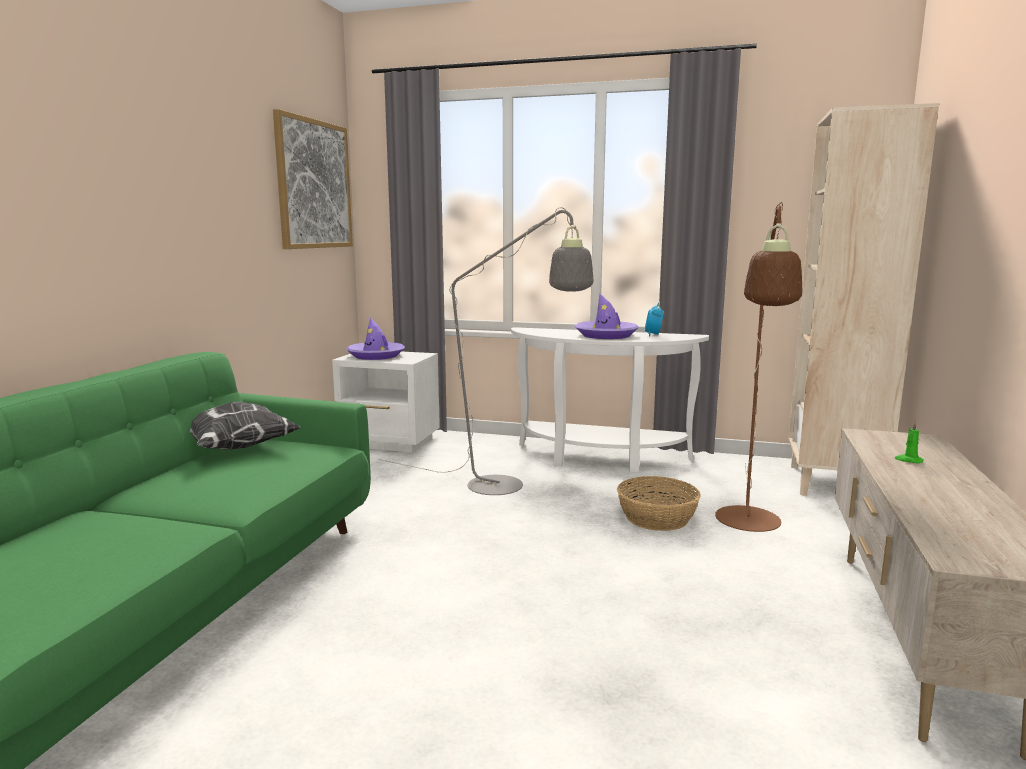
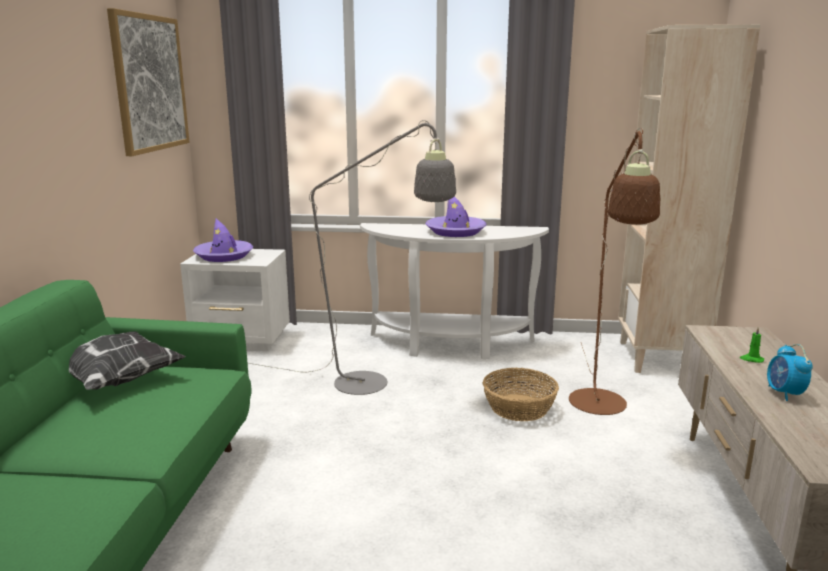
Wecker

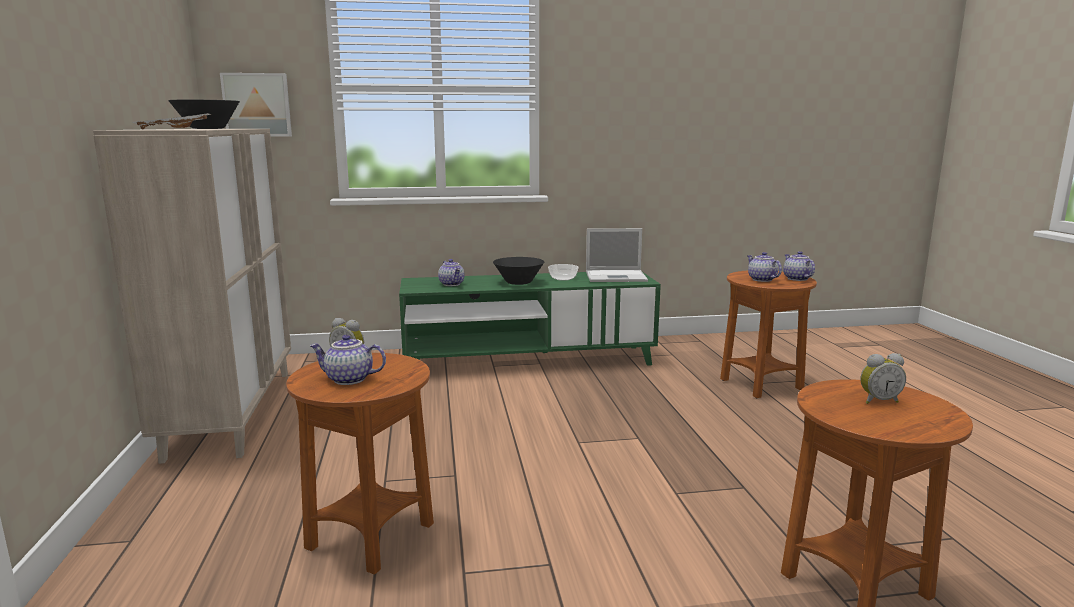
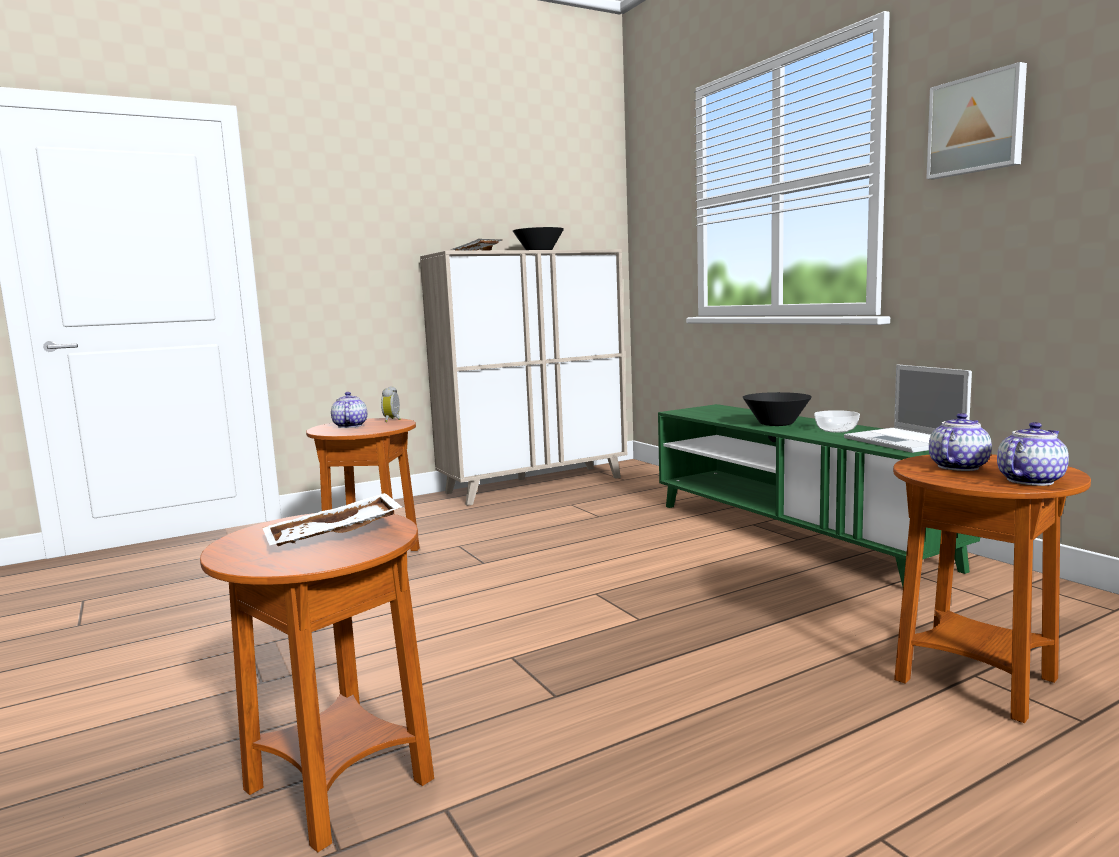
Bild
Teekanne (no. 2 from left in the first image)
Tablett [weiß] (no. 1 from left)

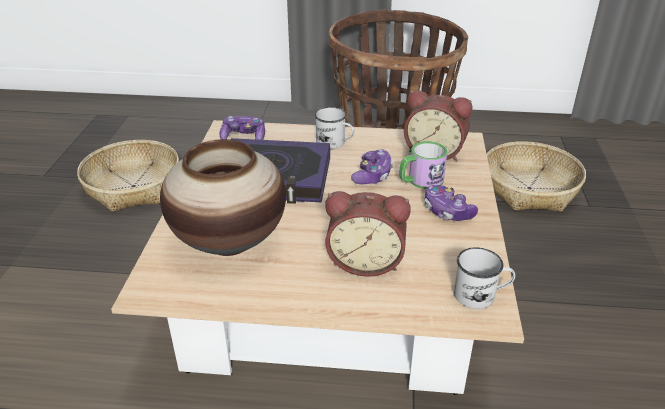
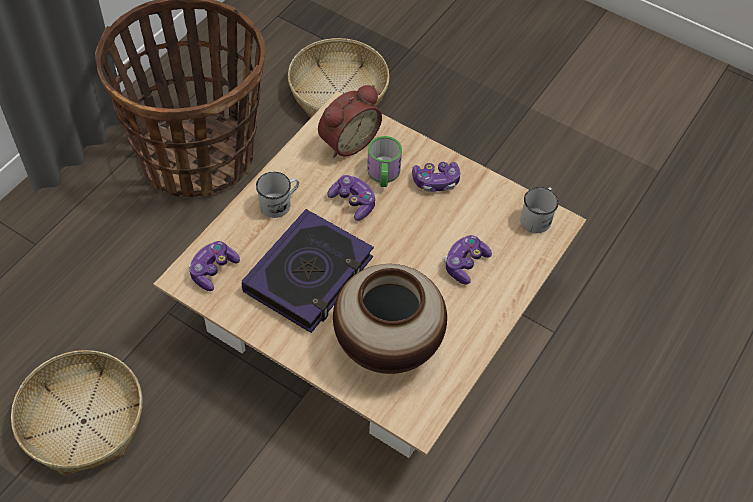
Gamepad (no. 4 from left)

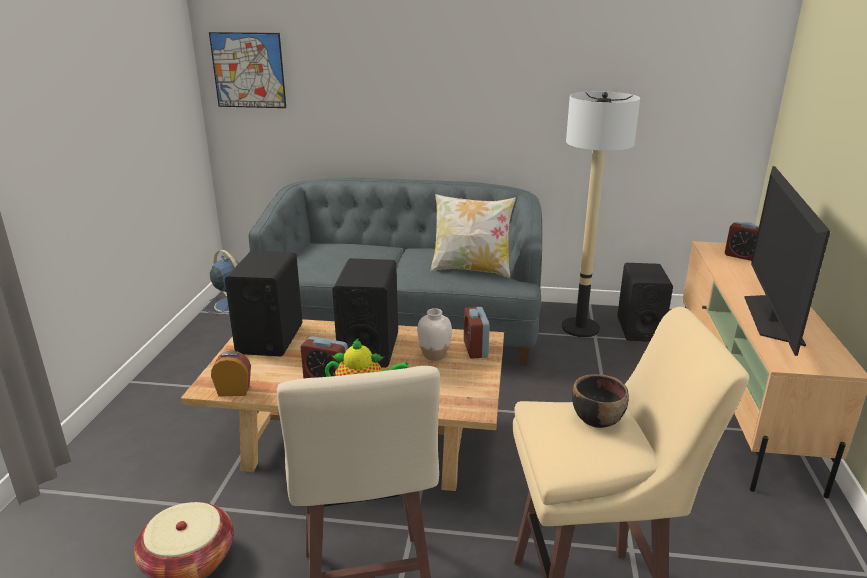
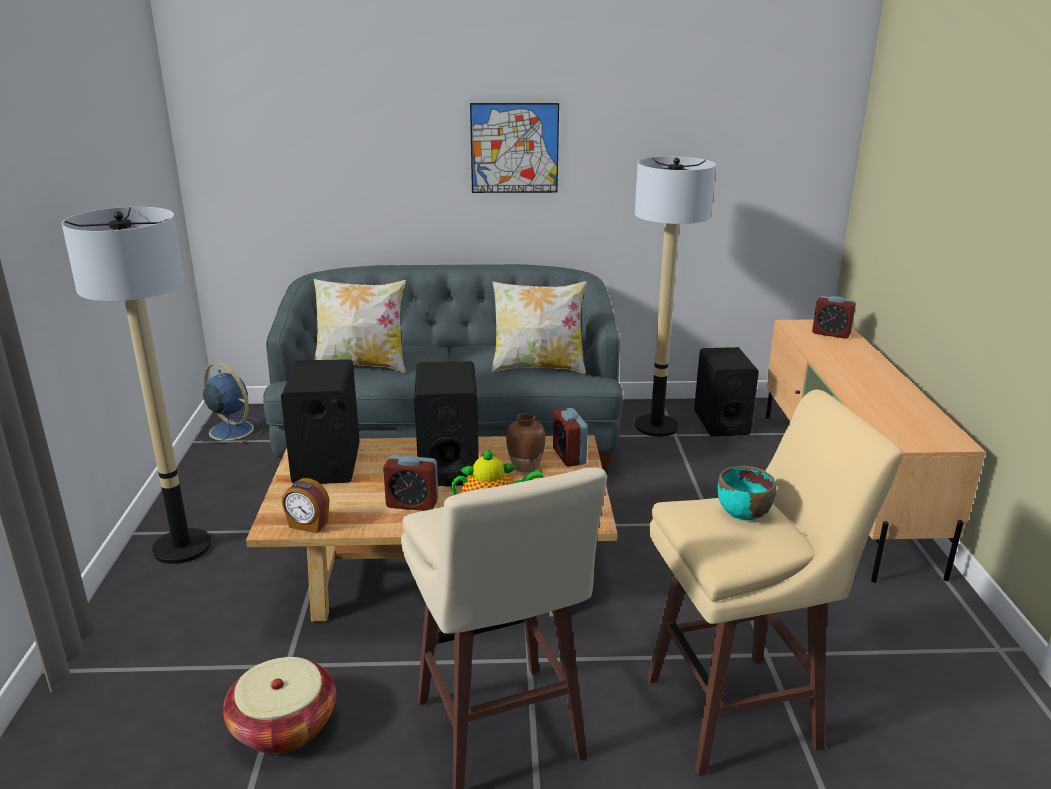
Bild
Fernseher
Vase [braun]
Wecker (no. 1 from left)
Schüssel [türkis]
Stehlampe (no. 1 from left)
Kissen (no. 1 from left)

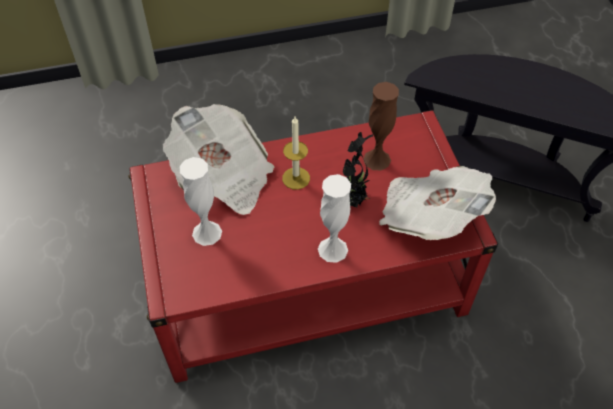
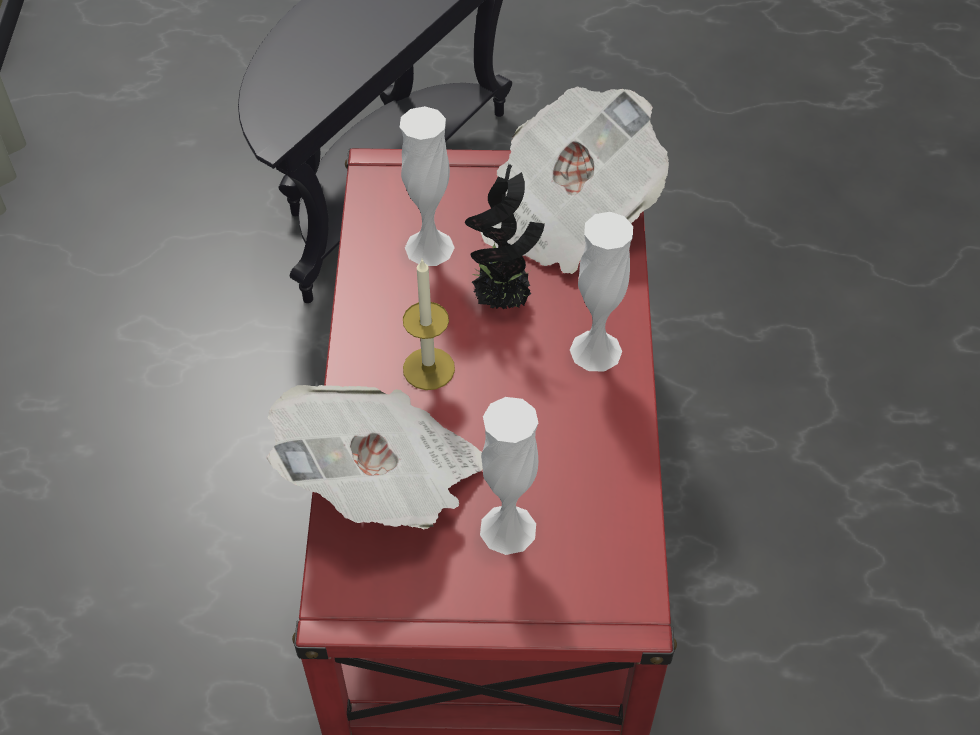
Vase [weiß] (no. 1 from left)

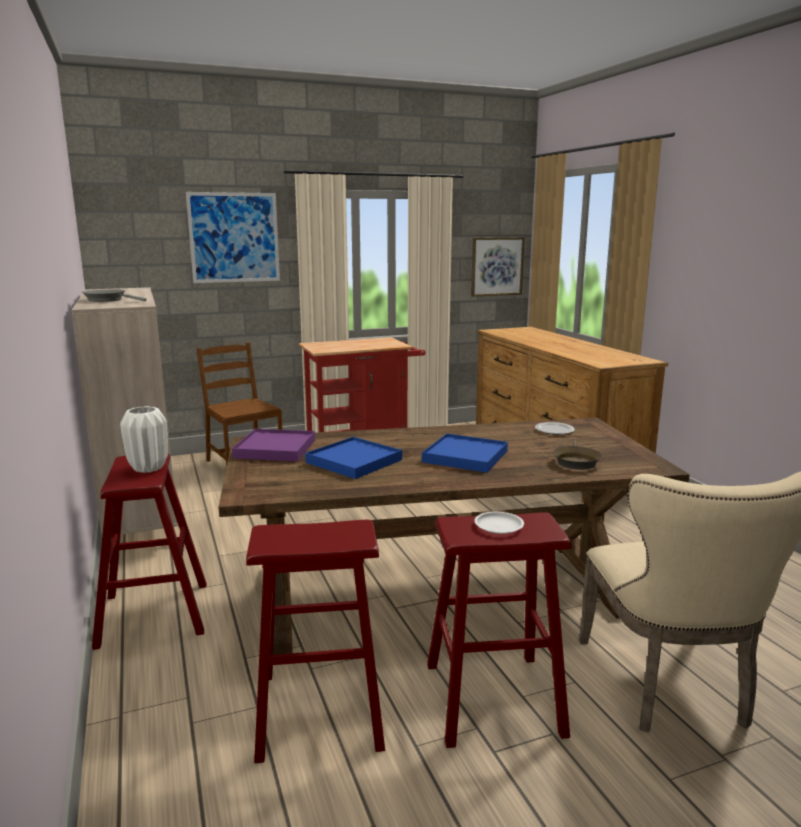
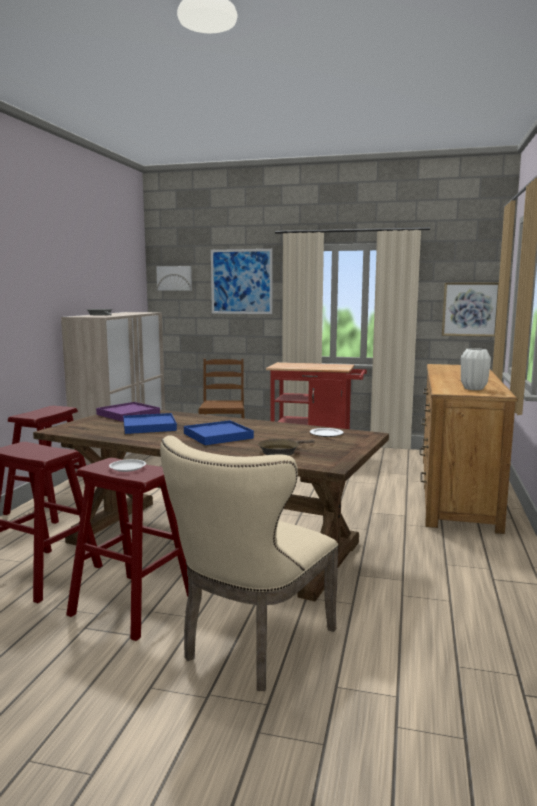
Vase [weiß]
Bild (no. 1 from left)

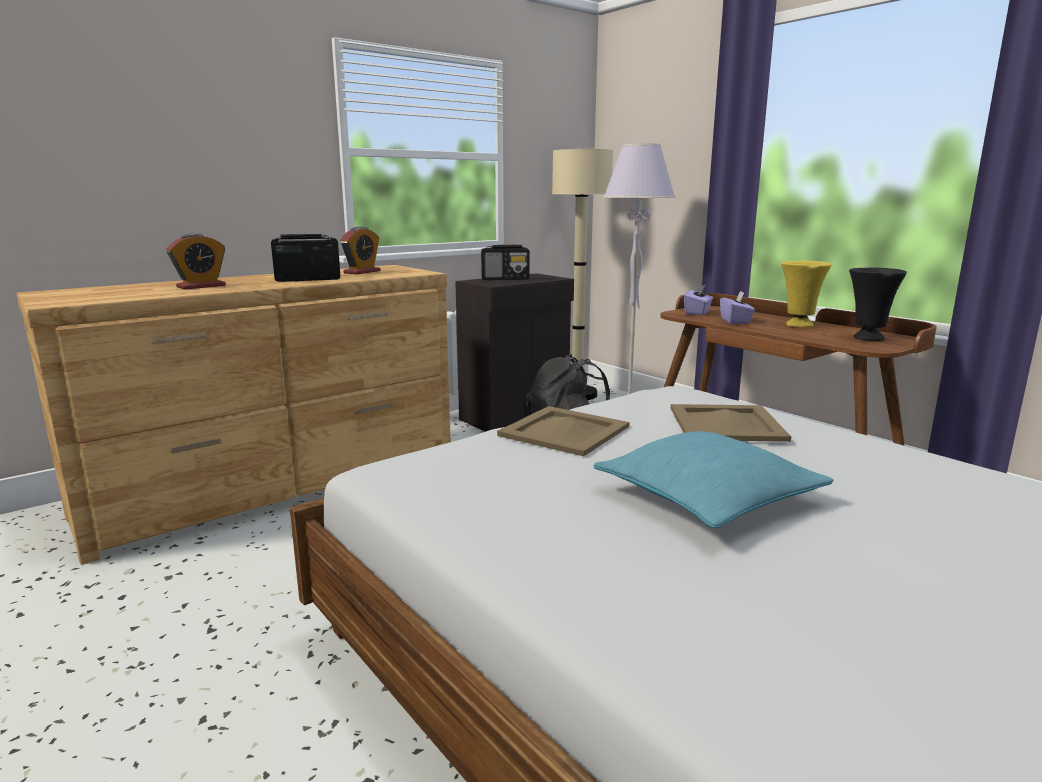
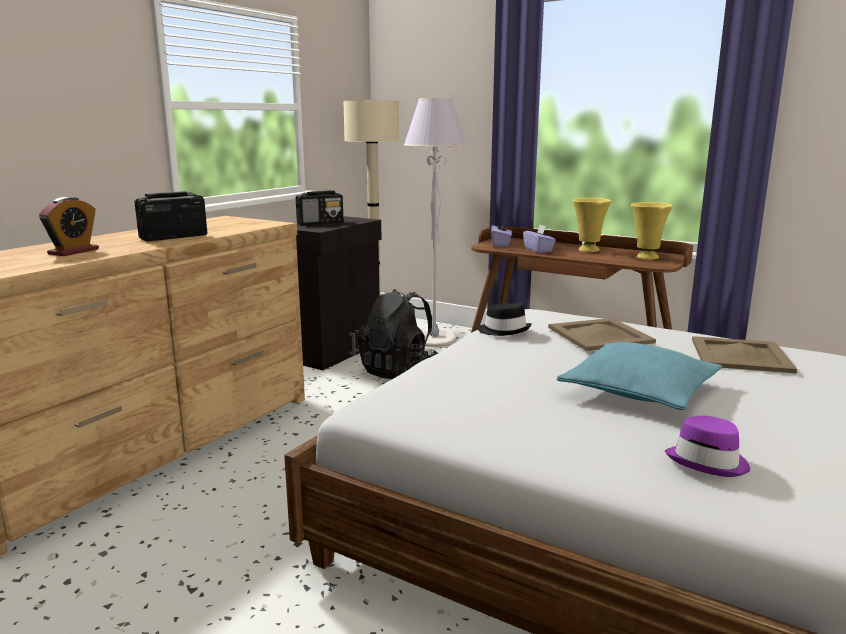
Wecker (no. 2 from left in the first image)
Vase [gelb] (no. 2 from left)
Tablett [beige] (no. 2 from left)
Hut [schwarz]
Hut [lila]

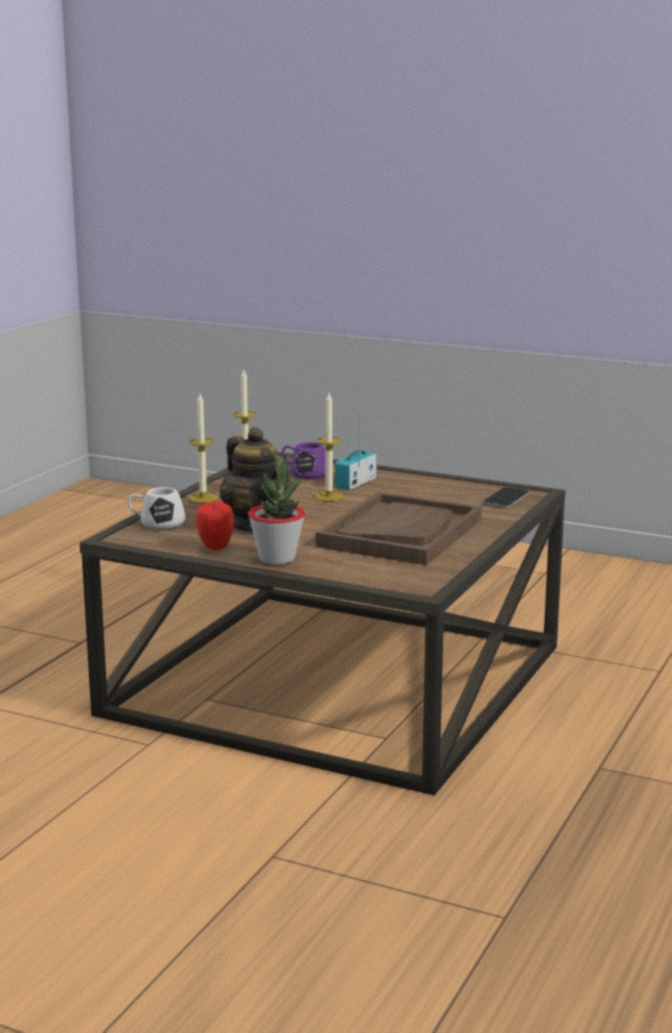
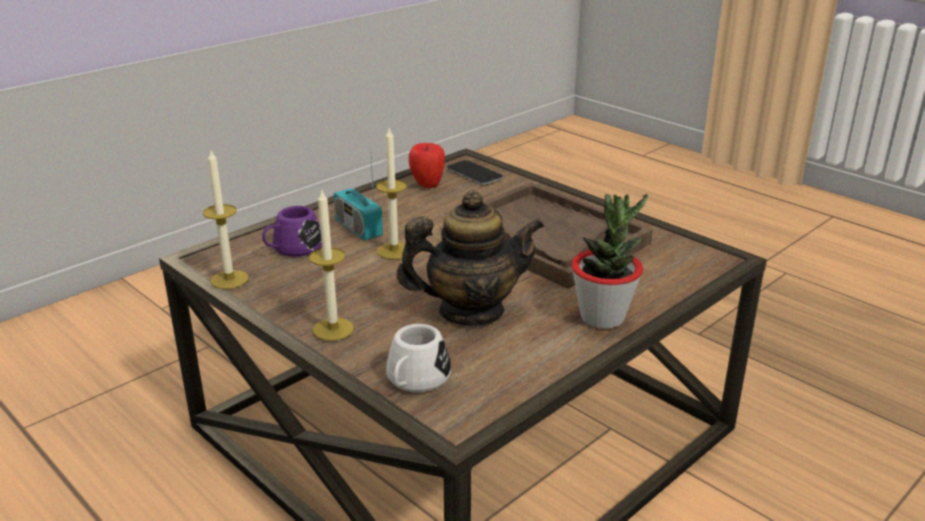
Apfel

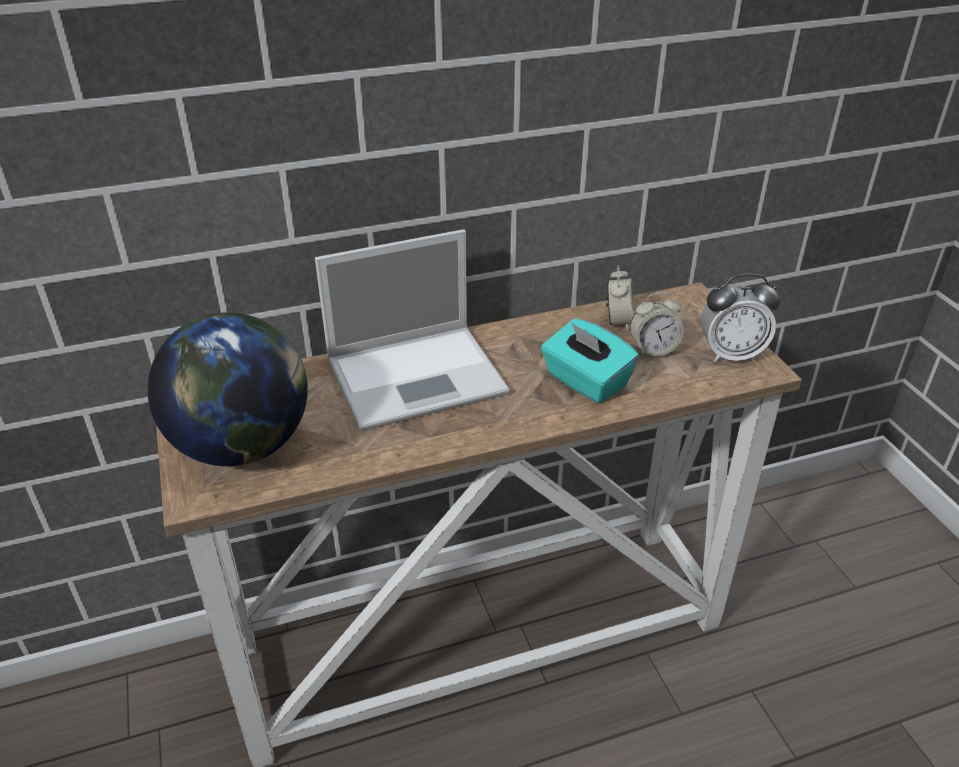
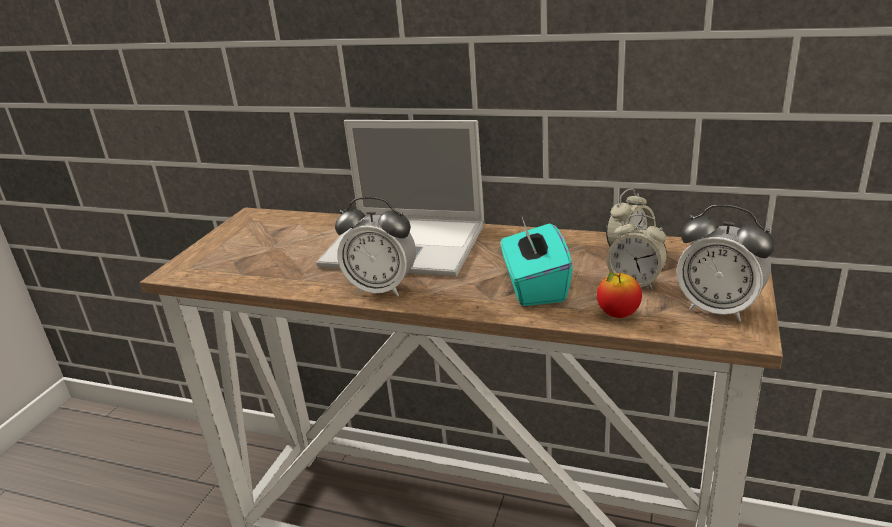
Globus
Wecker (no. 1 from left)
Apfel

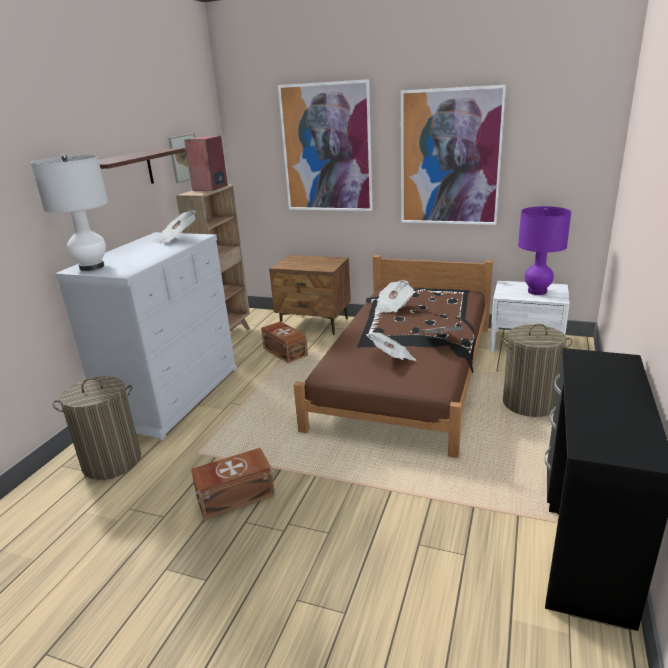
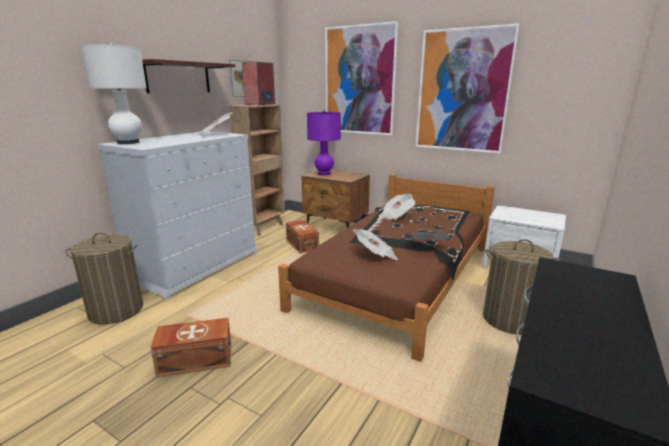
Tischlampe [lila]

